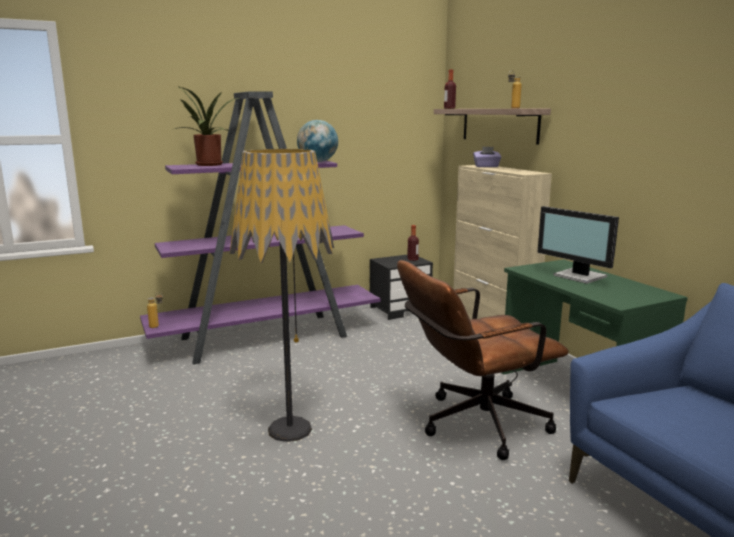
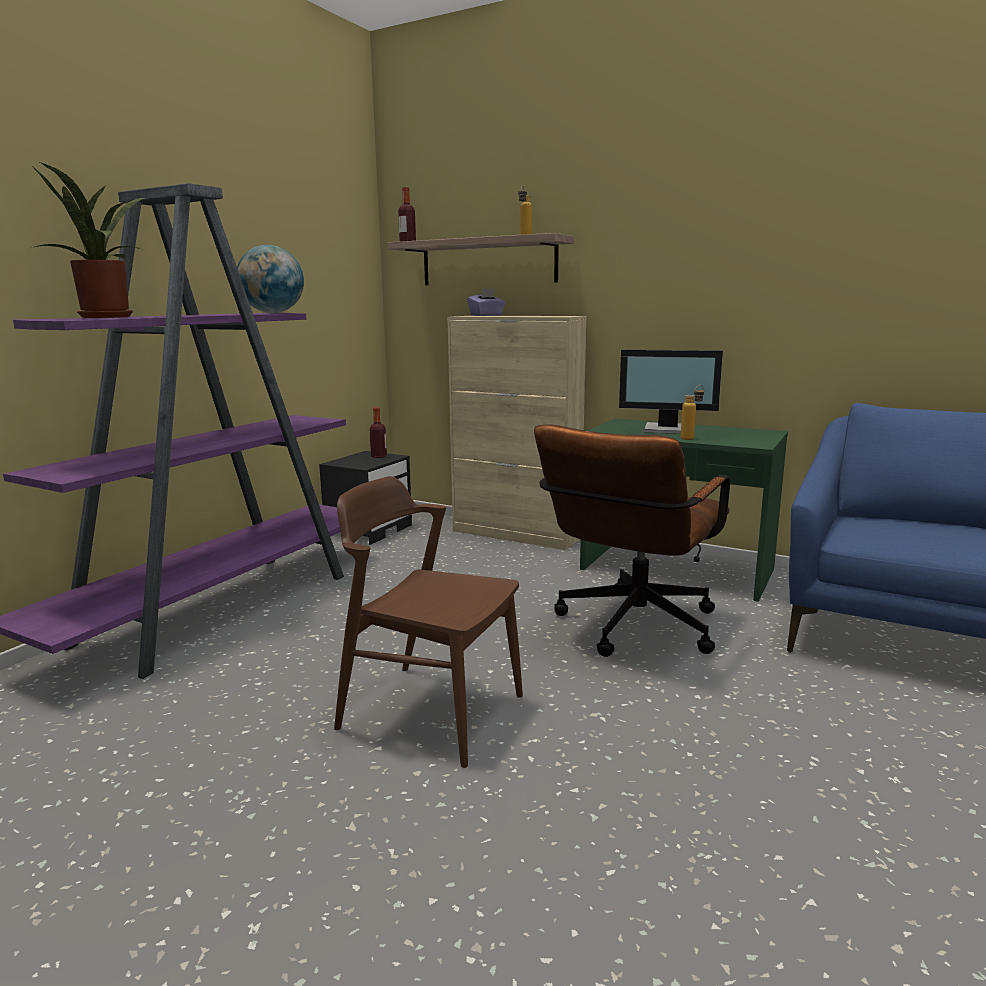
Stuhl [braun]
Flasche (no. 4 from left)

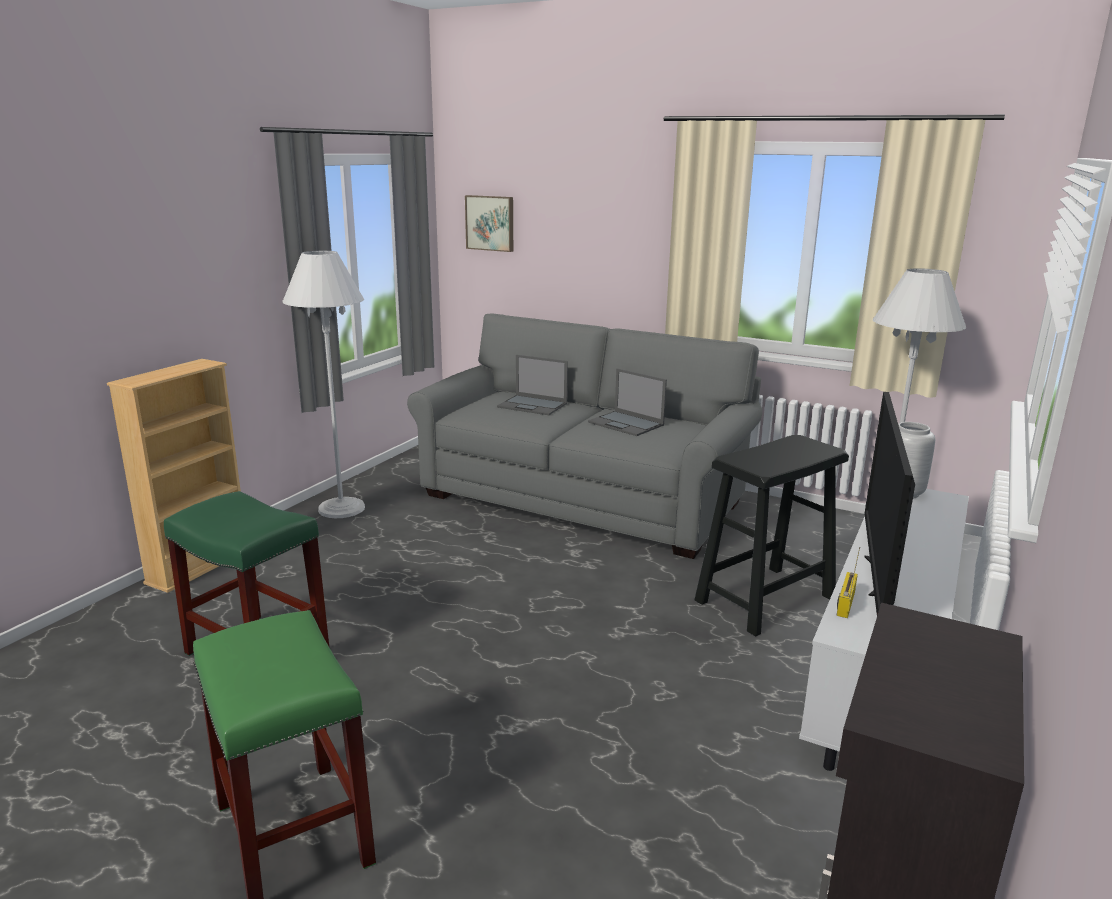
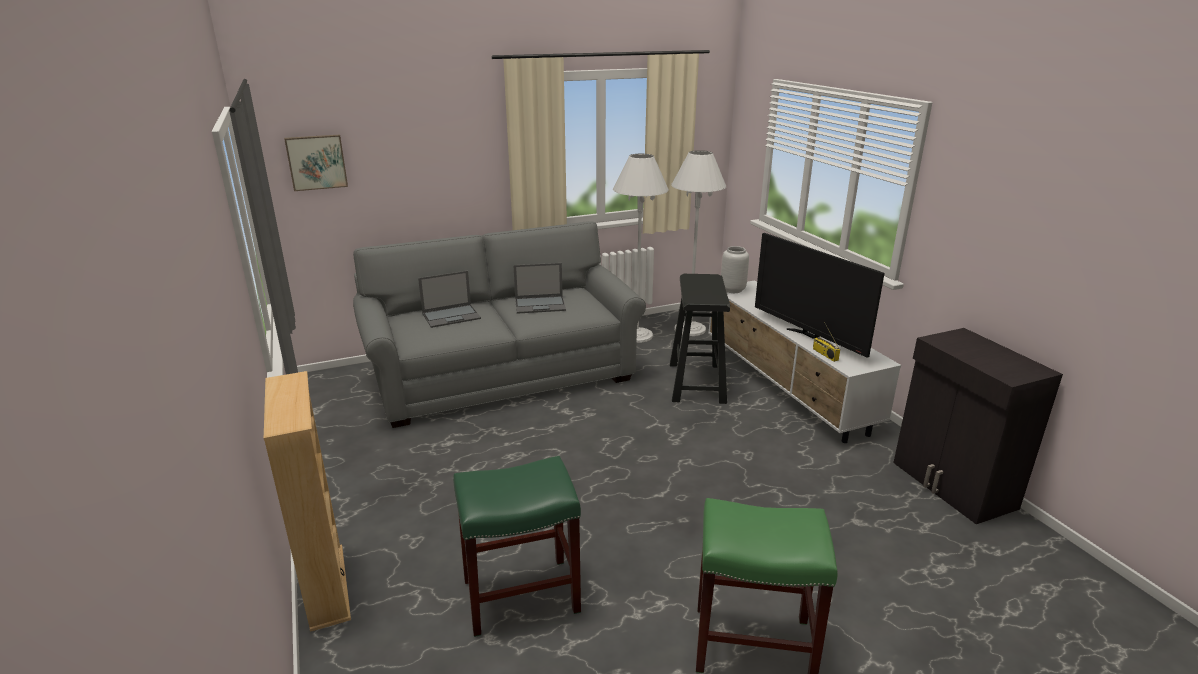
Stehlampe [weiß] (no. 1 from left)

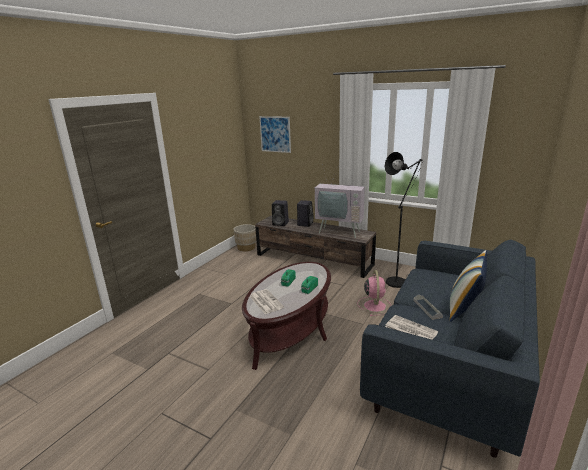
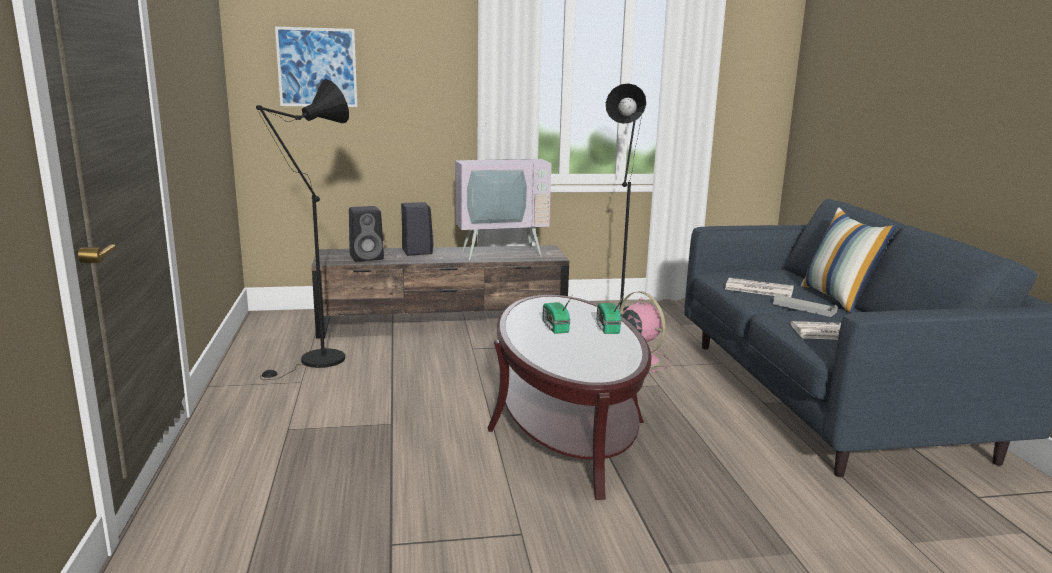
Pflanzkübel [beige]
Zeitung (no. 1 from left)
Stehlampe [schwarz] (no. 1 from left)

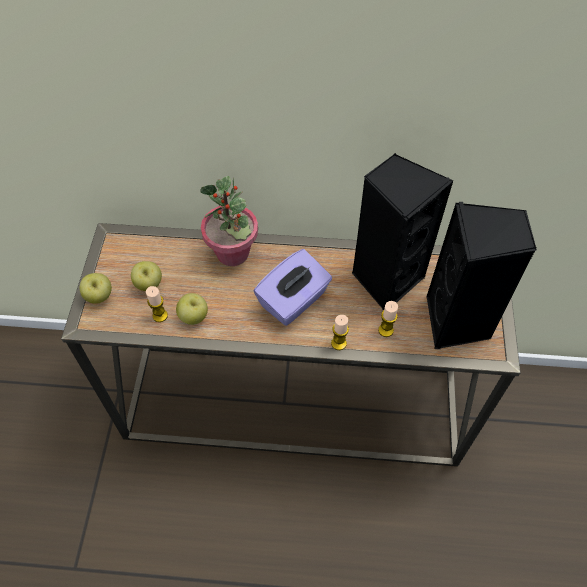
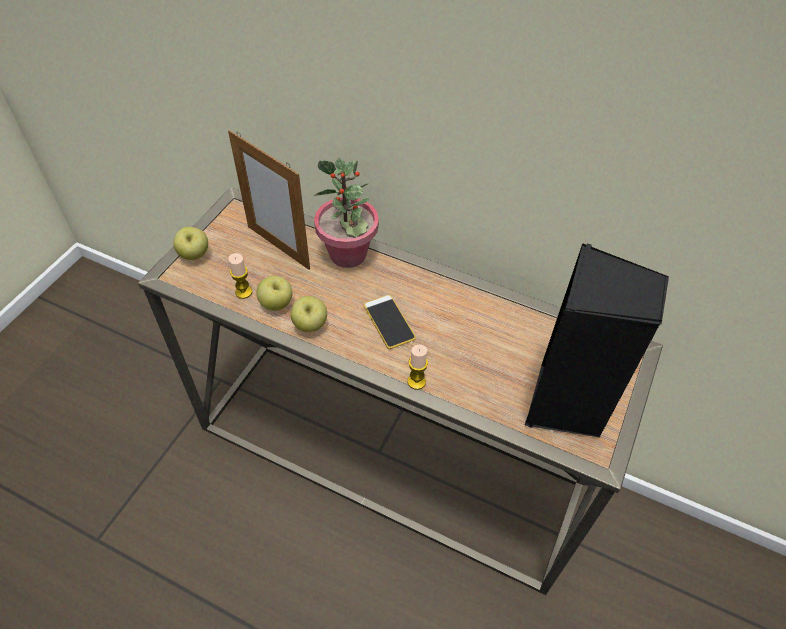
Lautsprecher [schwarz] (no. 1 from left in the first image)
Handy
Apfel (no. 3 from left)
Kerze (no. 3 from left in the first image)
Bilderrahmen

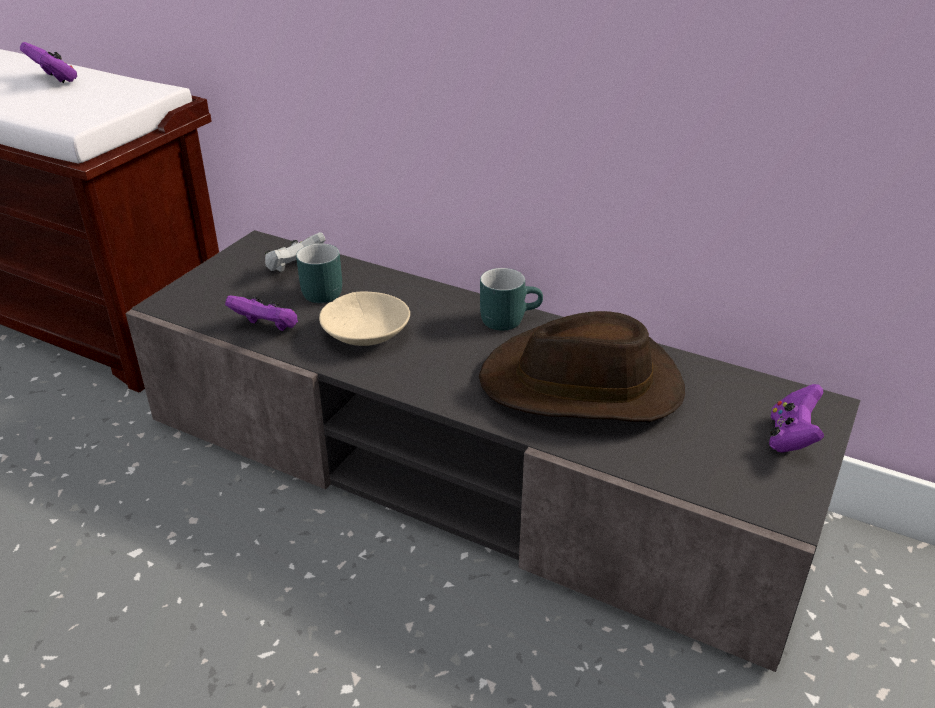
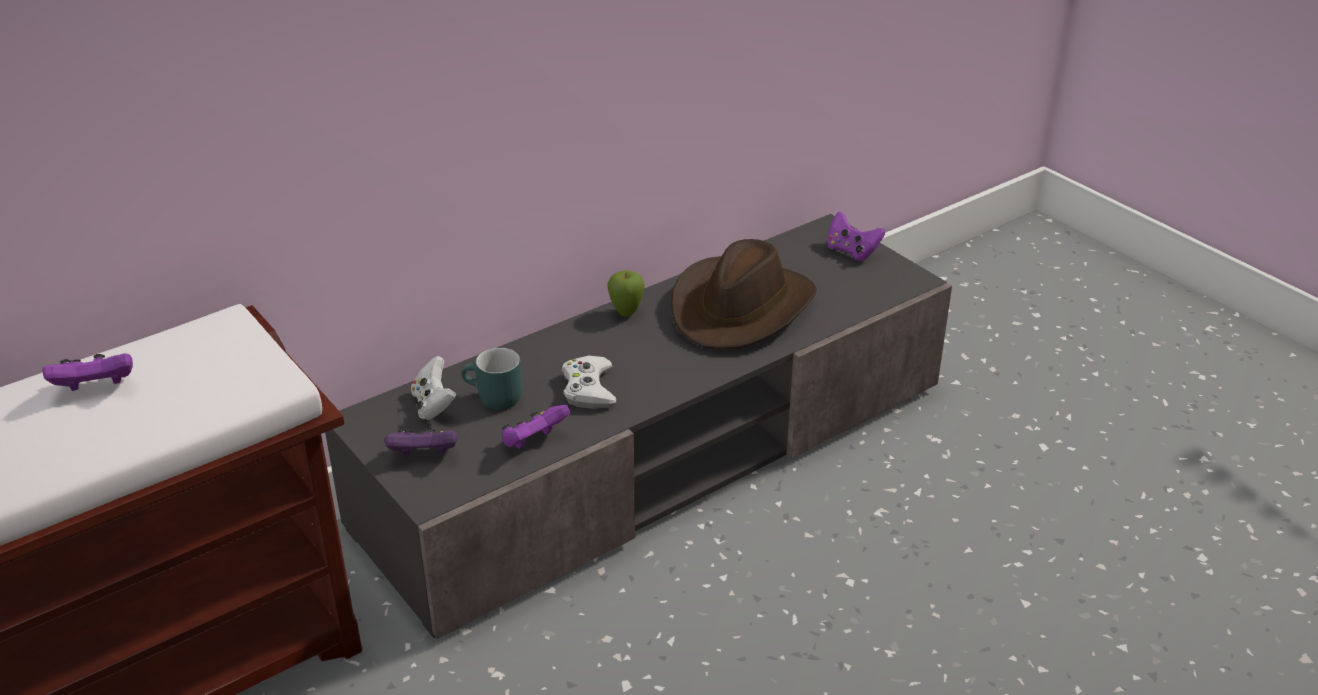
Apfel
Gamepad [weiß] (no. 2 from left)
Gamepad [lila] (no. 2 from left)

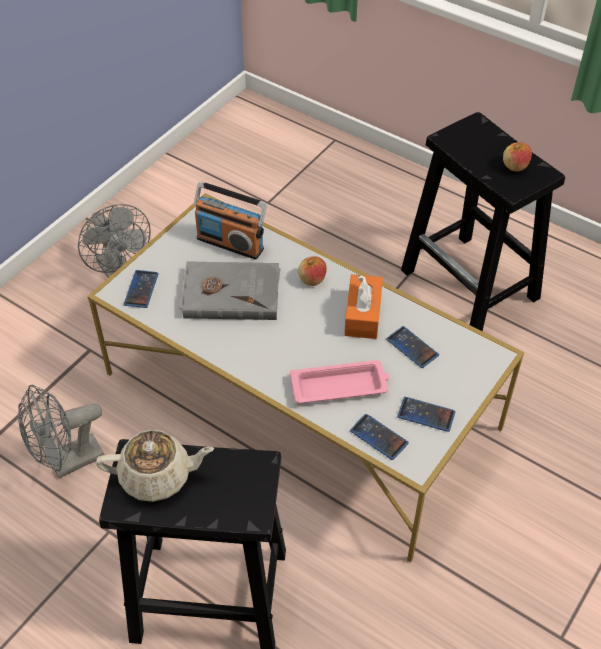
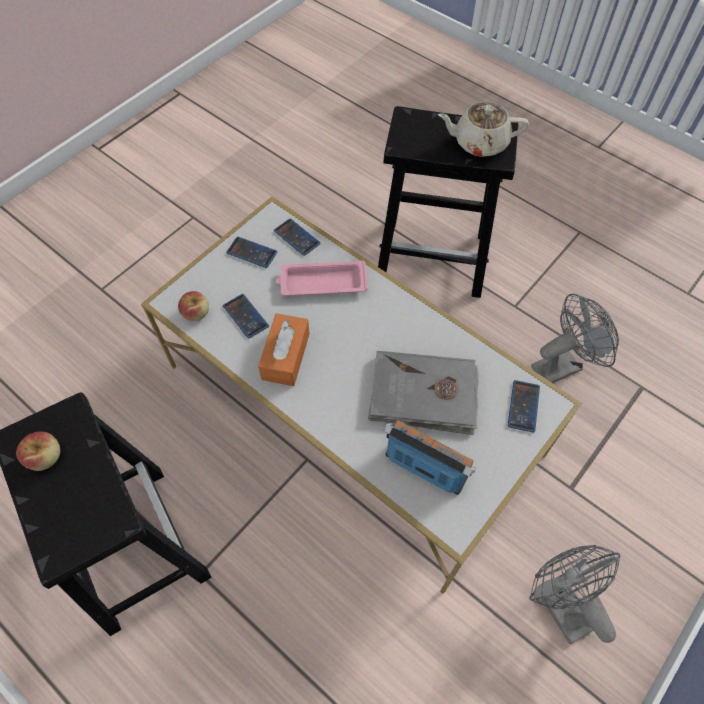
Apfel (no. 2 from left)

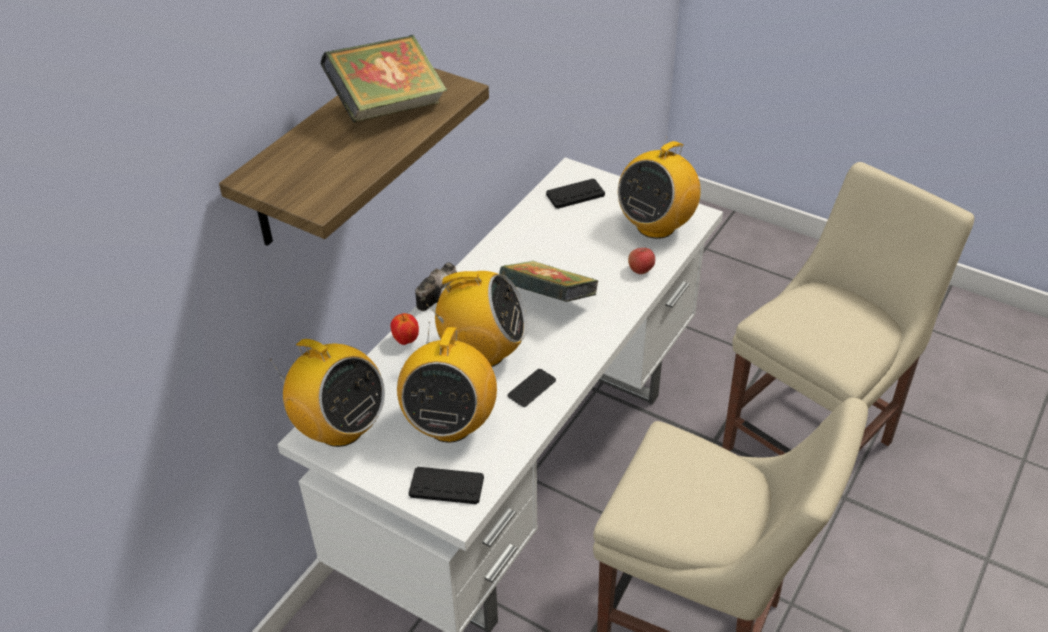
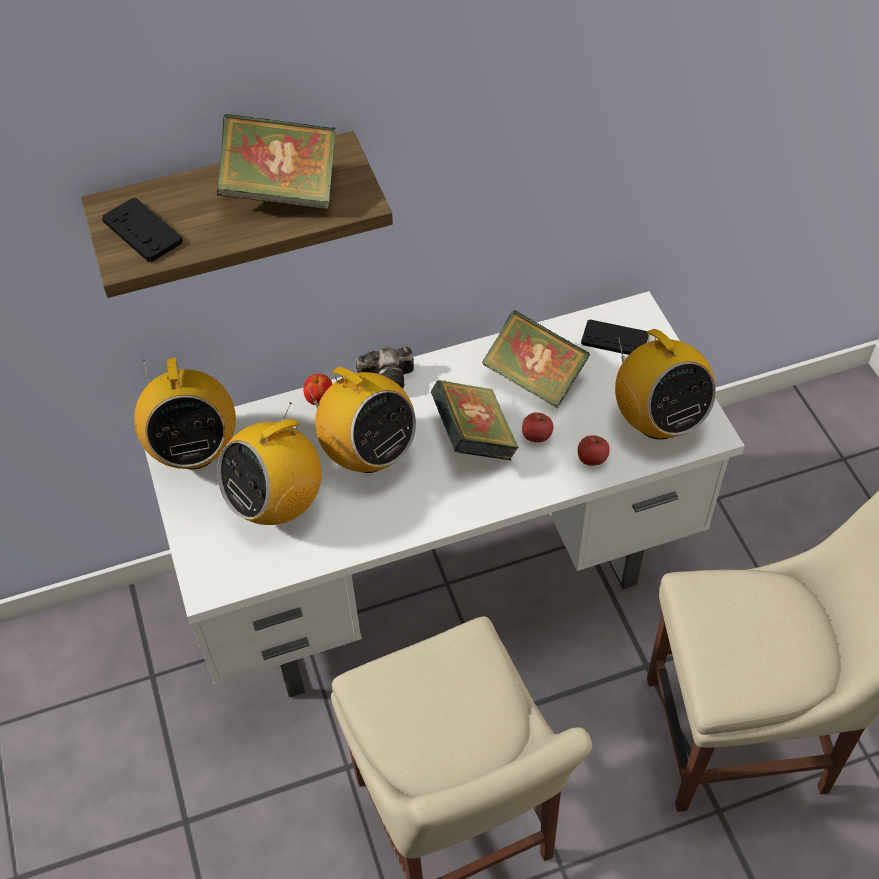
Radio (no. 4 from left)
Handy
Gamepad [schwarz] (no. 1 from left)
Buch (no. 3 from left)
Apfel (no. 2 from left)

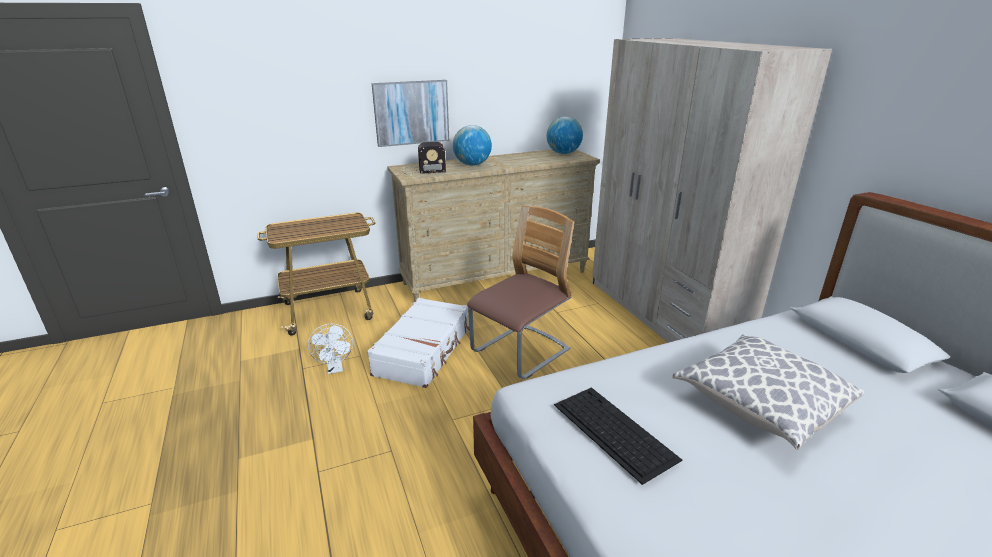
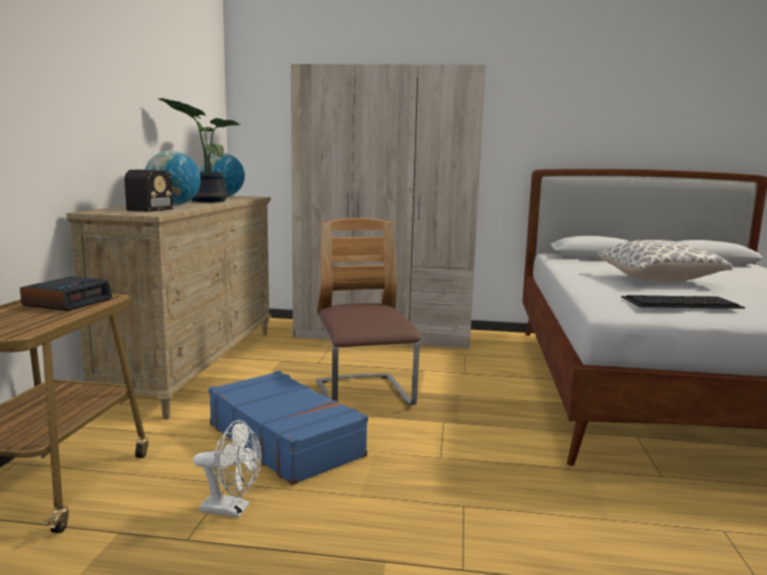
Bild
Koffer [blau]
Topfpflanze
Wecker

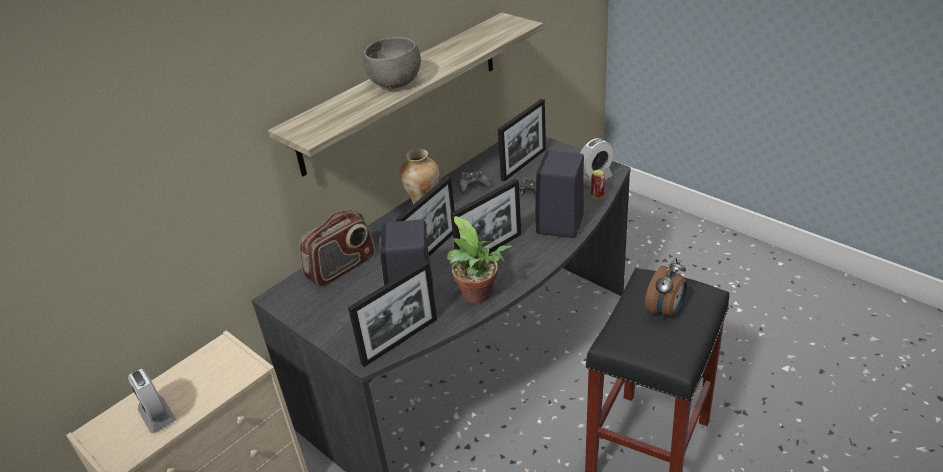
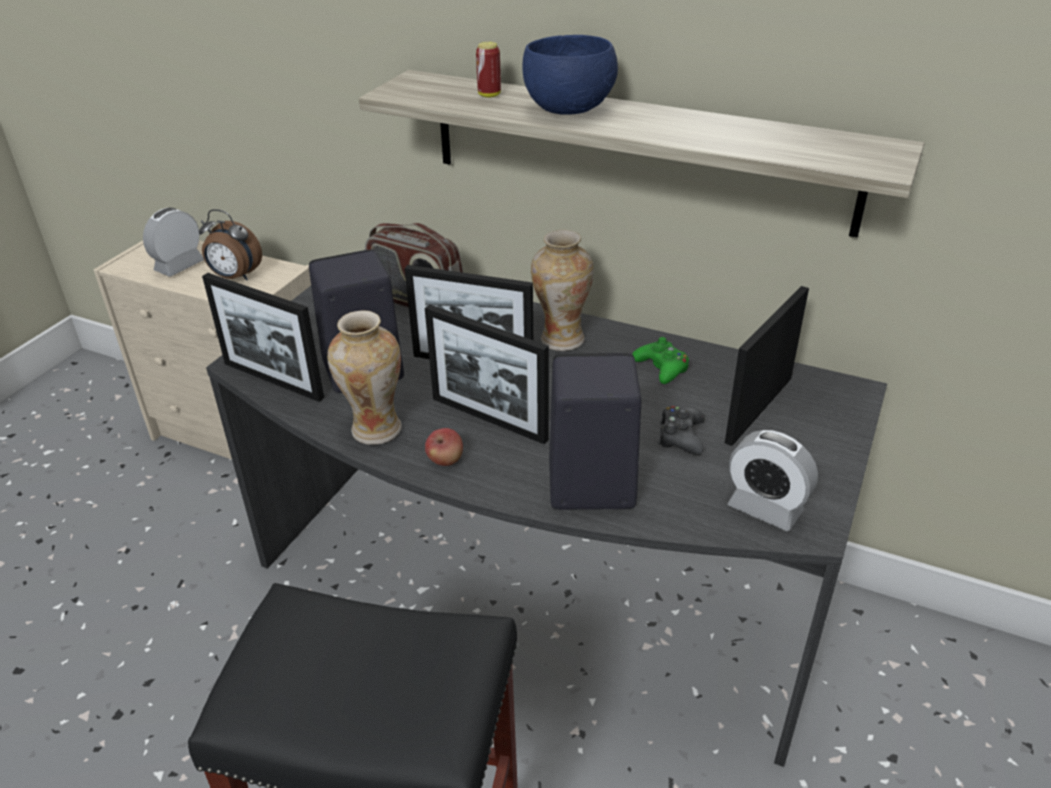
Schüssel [blau]
Bilderrahmen (no. 4 from left)
Gamepad [grün]
Dose
Vase (no. 1 from left)
Wecker (no. 2 from left)
Apfel

